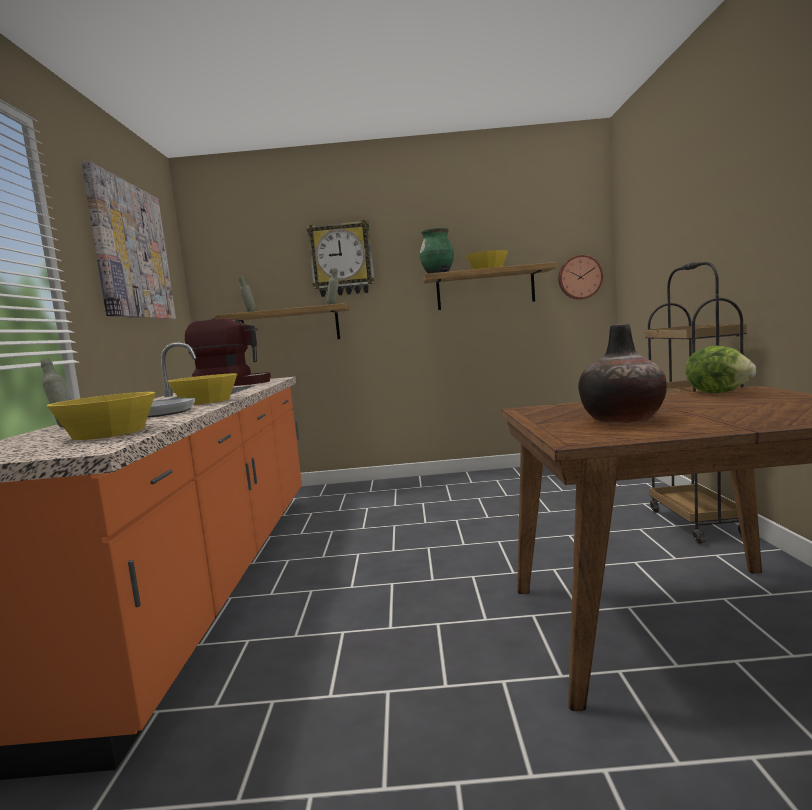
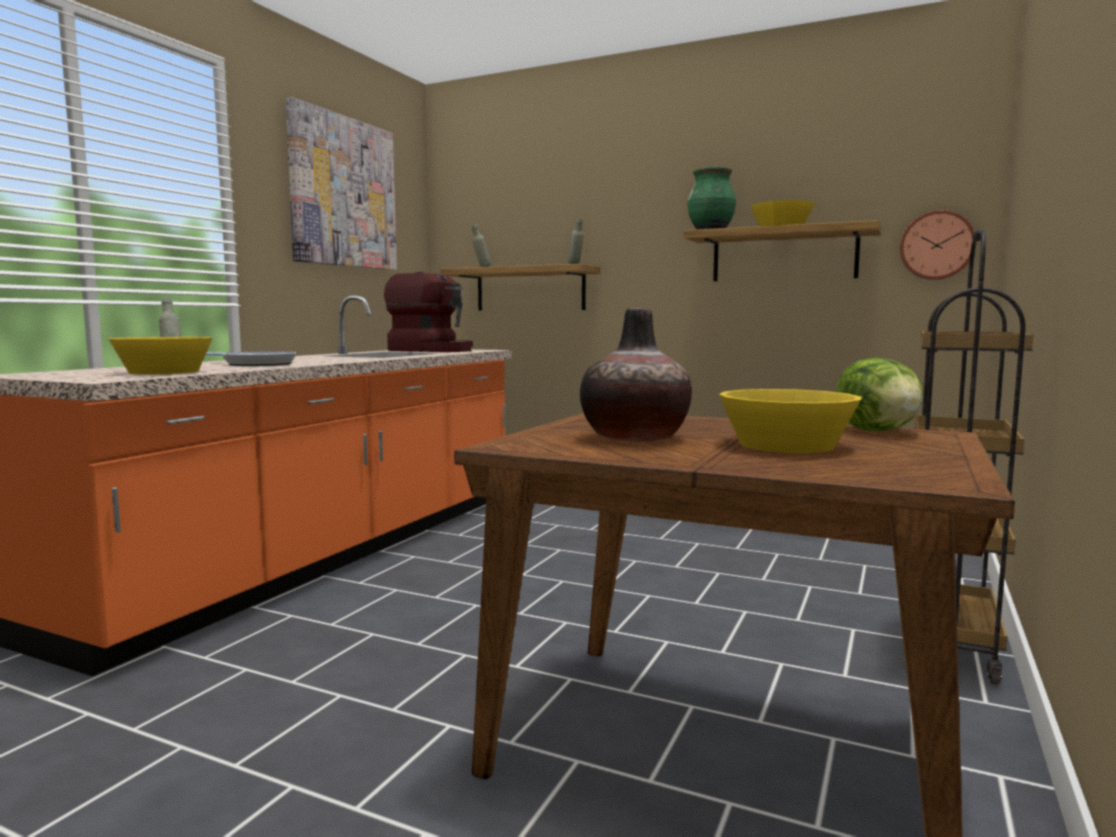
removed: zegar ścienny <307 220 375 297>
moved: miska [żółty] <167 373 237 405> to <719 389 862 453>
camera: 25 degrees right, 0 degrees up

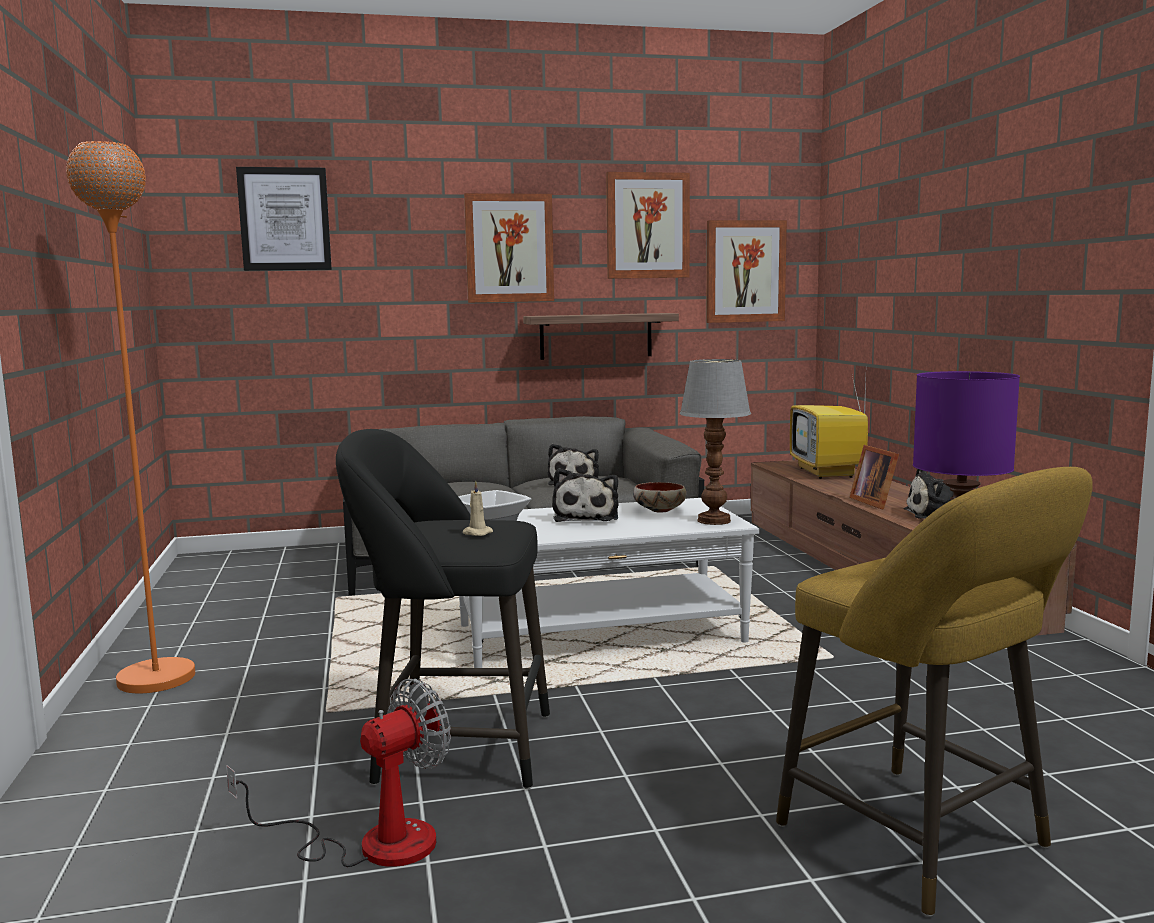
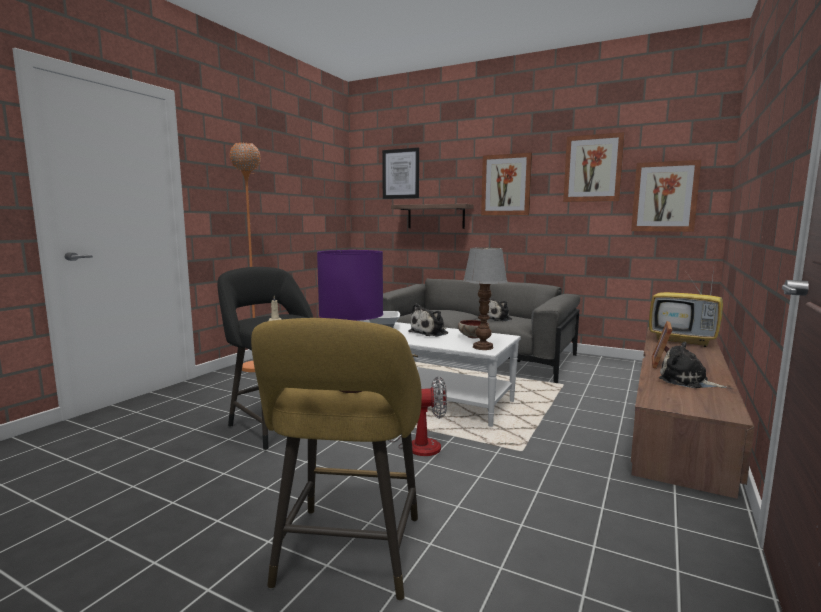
moved: wentylator <226 679 451 867> to <388 377 447 456>; półka <523 313 679 360> to <391 204 473 229>
turned: telewizor <790 376 868 479> = <649 266 723 347> 90 degrees counterclockwise
camera: 40 degrees right, 0 degrees up

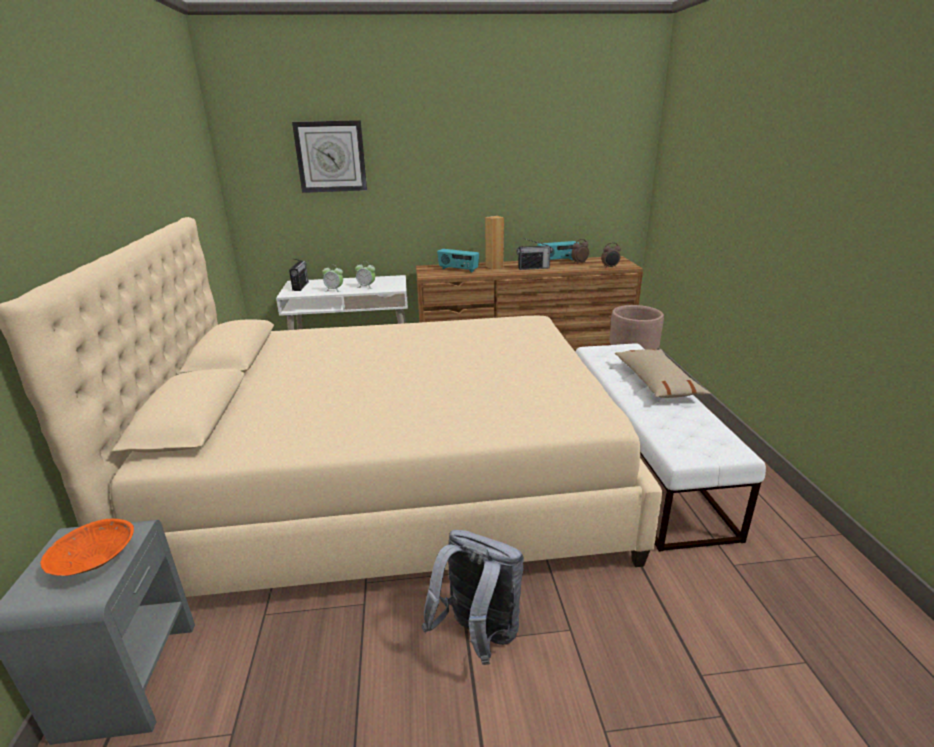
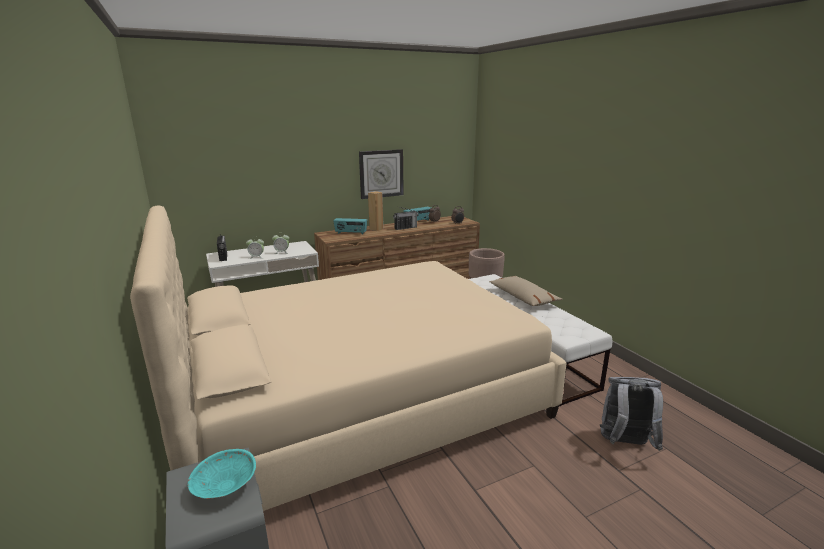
moved: zegar ścienny <292 120 367 193> to <359 149 404 199>; plecak [szary] <422 530 524 665> to <600 377 663 451>
recoloured: miska [pomarańczowy] <40 519 134 576> to miska [turkusowy] <188 449 256 499>
camera: 20 degrees left, 5 degrees down

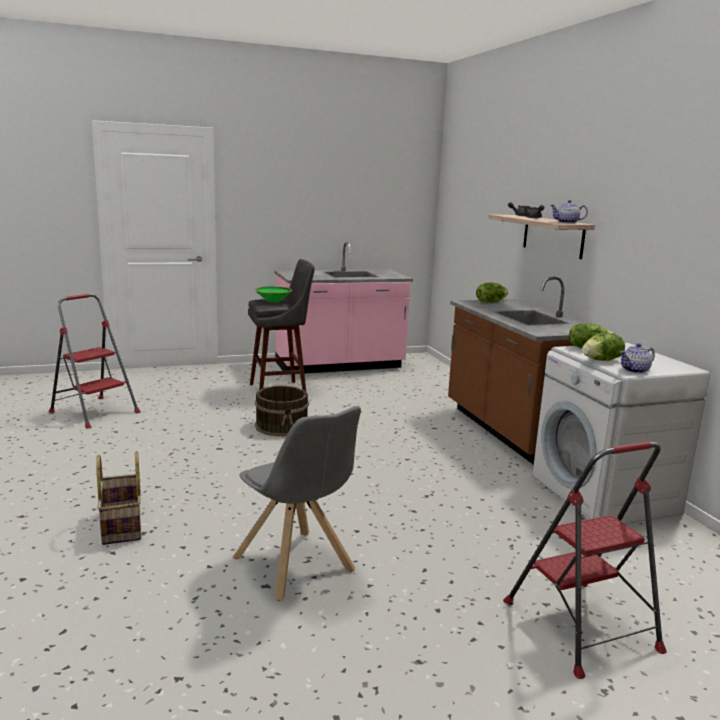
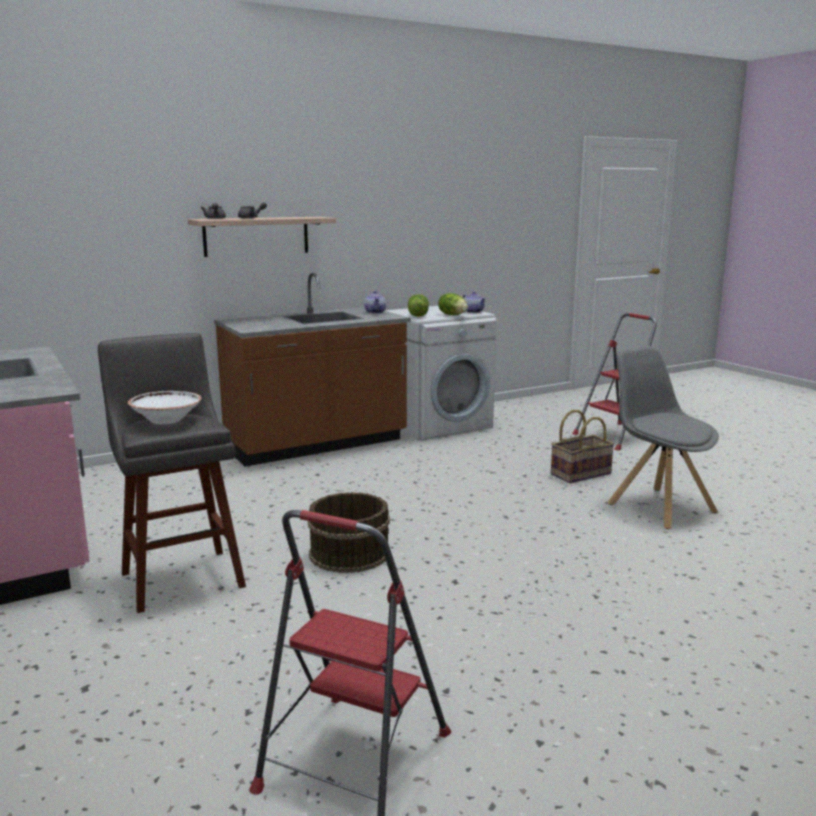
removed: sałata <476 282 508 303>
moved: koszyk <96 451 141 545> to <551 410 615 483>; imbryk <550 200 588 224> to <364 291 386 314>
recoloured: miska [zielony] <255 286 292 302> to miska [biały] <127 391 202 424>
turned: krzesło [szary] <233 406 361 601> = <608 346 719 529> 75 degrees counterclockwise
camera: 100 degrees left, 0 degrees up

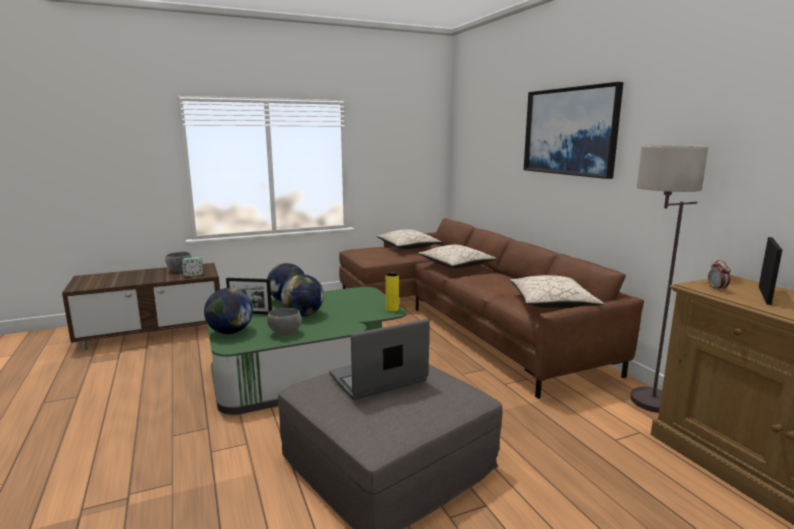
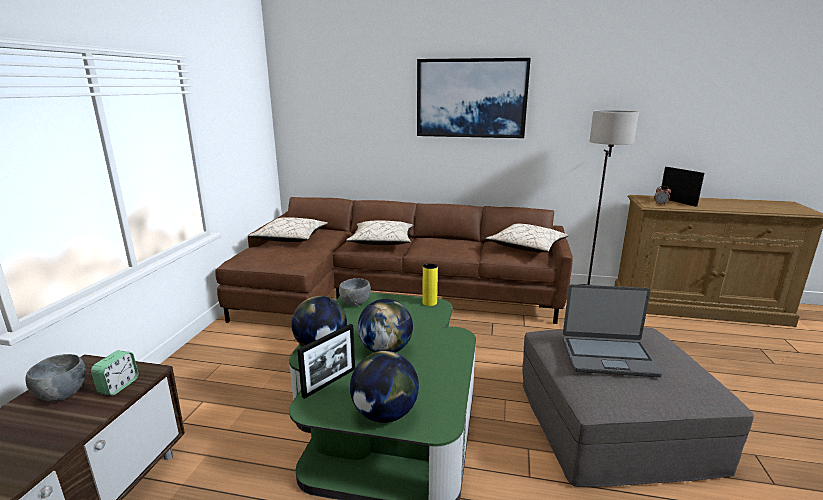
moved: miska [szary] <267 308 302 335> to <339 278 371 306>
turned: laptop <329 319 430 400> = <563 284 663 377> 90 degrees counterclockwise
camera: 55 degrees left, 5 degrees up

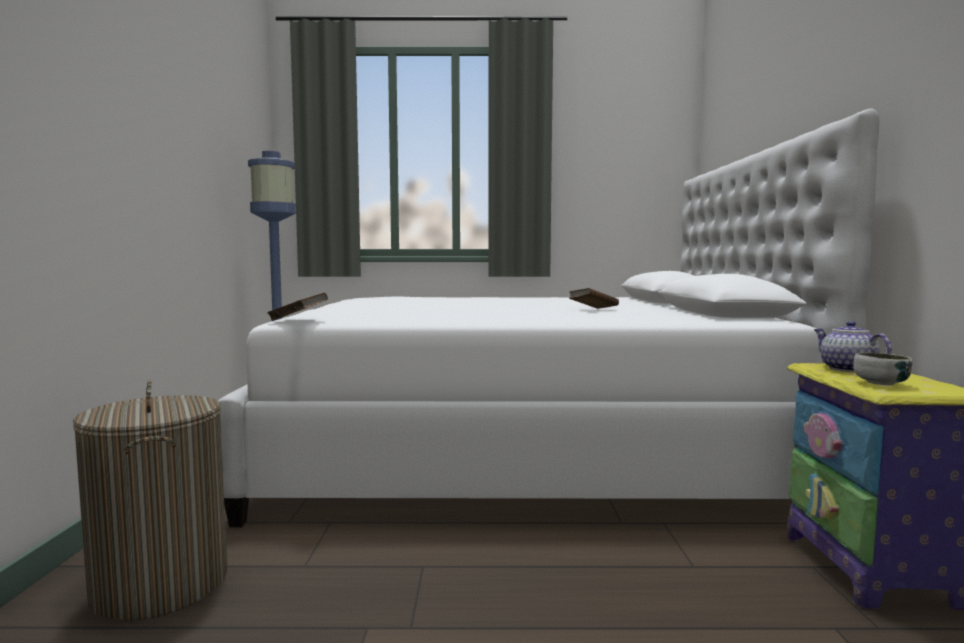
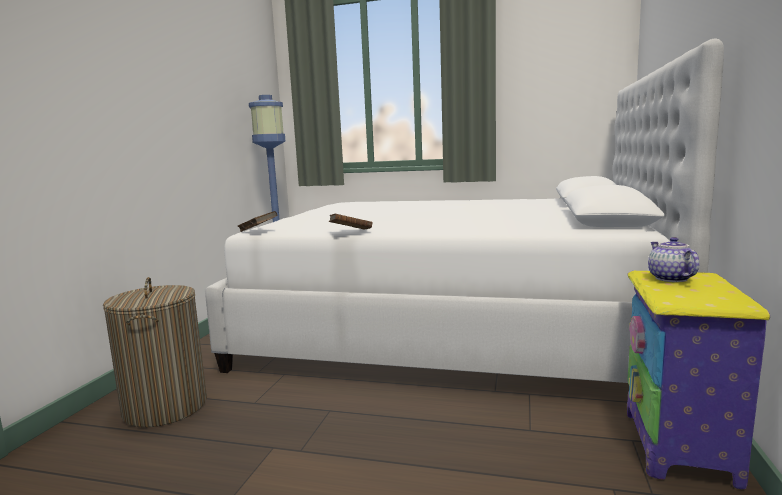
removed: miska <854 353 912 385>
moved: książka [brązowy] <569 288 619 309> to <329 214 373 230>
camera: 15 degrees right, 5 degrees up

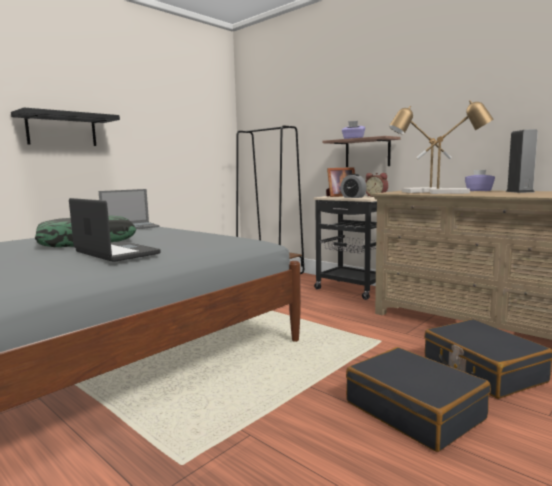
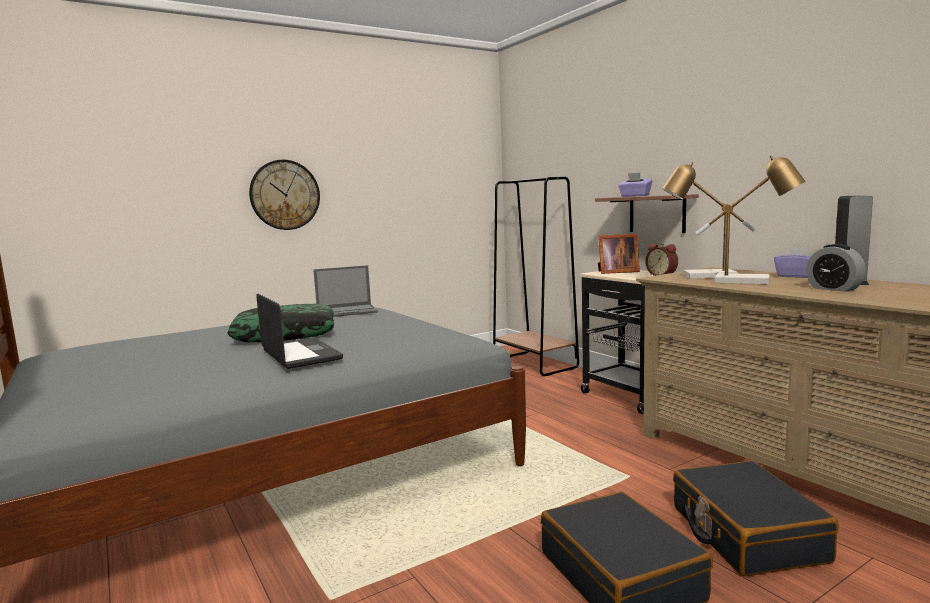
moved: budzik <340 174 367 198> to <806 244 866 292>
replaced: półka [czarny] <11 107 120 146> to zegar ścienny <249 160 320 230>
camera: 15 degrees right, 0 degrees up

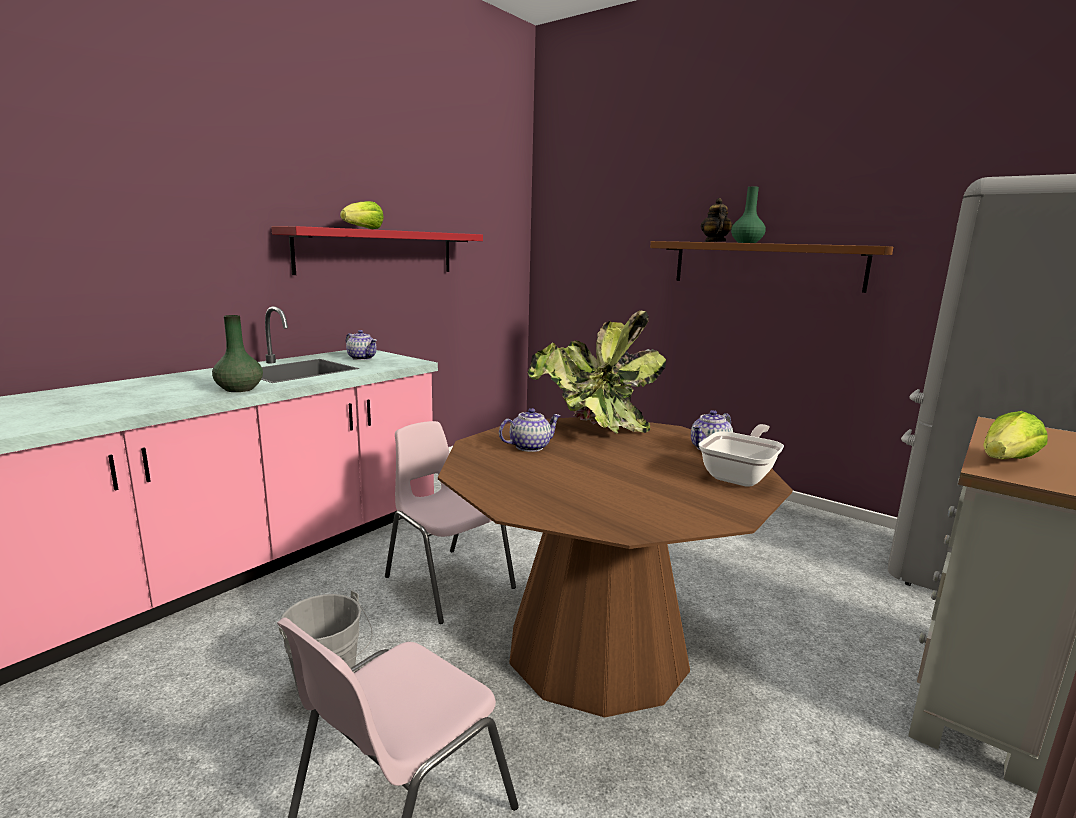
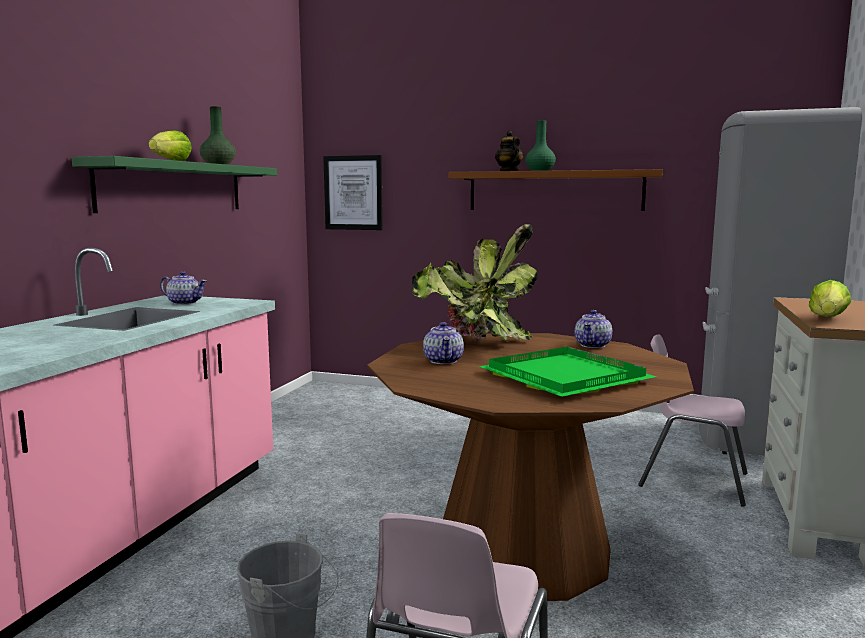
removed: patelnia <699 424 784 487>
added: obraz <323 155 383 230>; taca [zielony] <479 347 657 397>
moved: wazon [zielony] <212 315 263 392> to <200 106 236 165>; krzesło [różowy] <385 421 516 624> to <638 334 748 507>
recoloured: półka [czerwony] <271 226 483 275> to półka [zielony] <71 156 277 213>
turned: imbryk <499 408 561 452> = <423 322 464 364> 135 degrees clockwise
camera: 20 degrees left, 5 degrees down

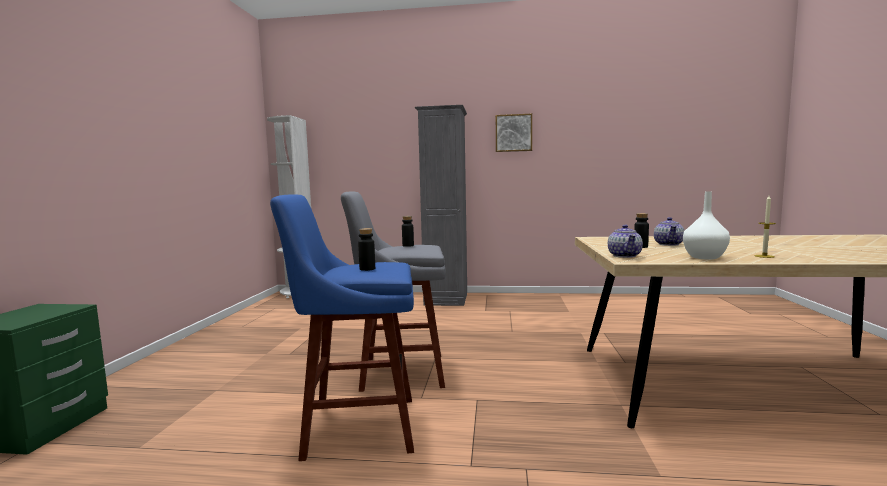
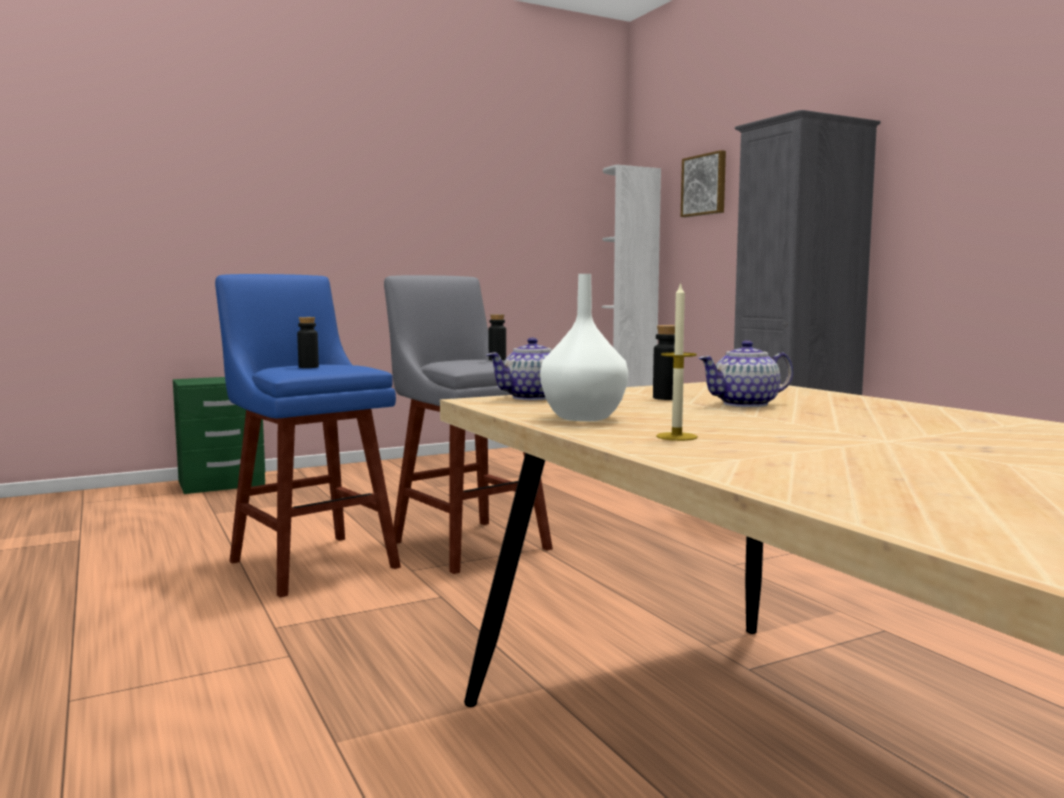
moved: obraz <496 114 532 152> to <681 150 726 217>
camera: 55 degrees right, 0 degrees up

